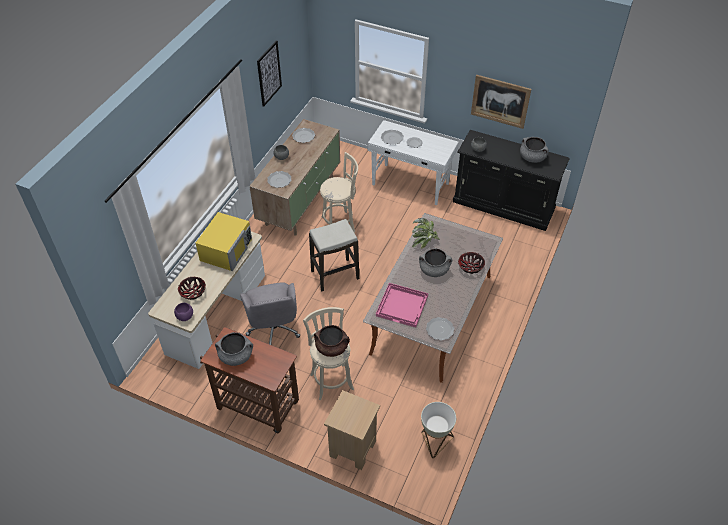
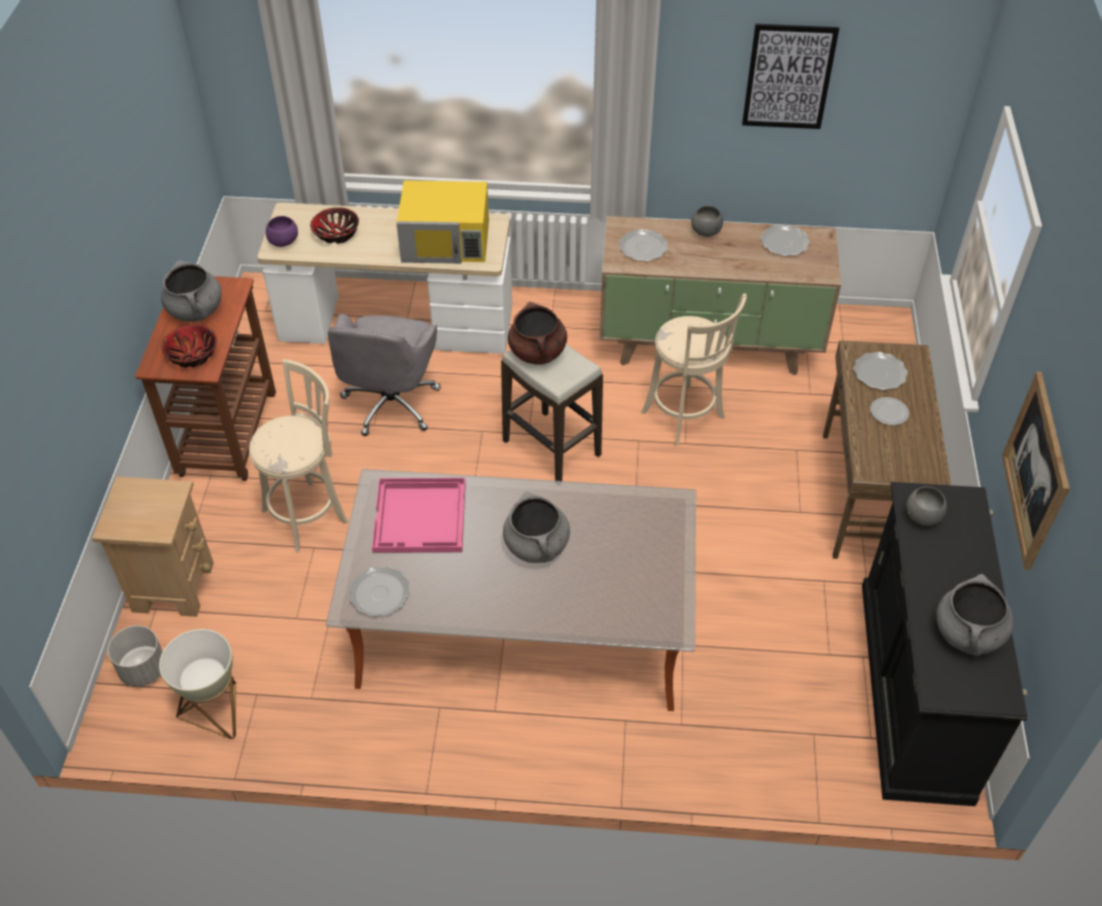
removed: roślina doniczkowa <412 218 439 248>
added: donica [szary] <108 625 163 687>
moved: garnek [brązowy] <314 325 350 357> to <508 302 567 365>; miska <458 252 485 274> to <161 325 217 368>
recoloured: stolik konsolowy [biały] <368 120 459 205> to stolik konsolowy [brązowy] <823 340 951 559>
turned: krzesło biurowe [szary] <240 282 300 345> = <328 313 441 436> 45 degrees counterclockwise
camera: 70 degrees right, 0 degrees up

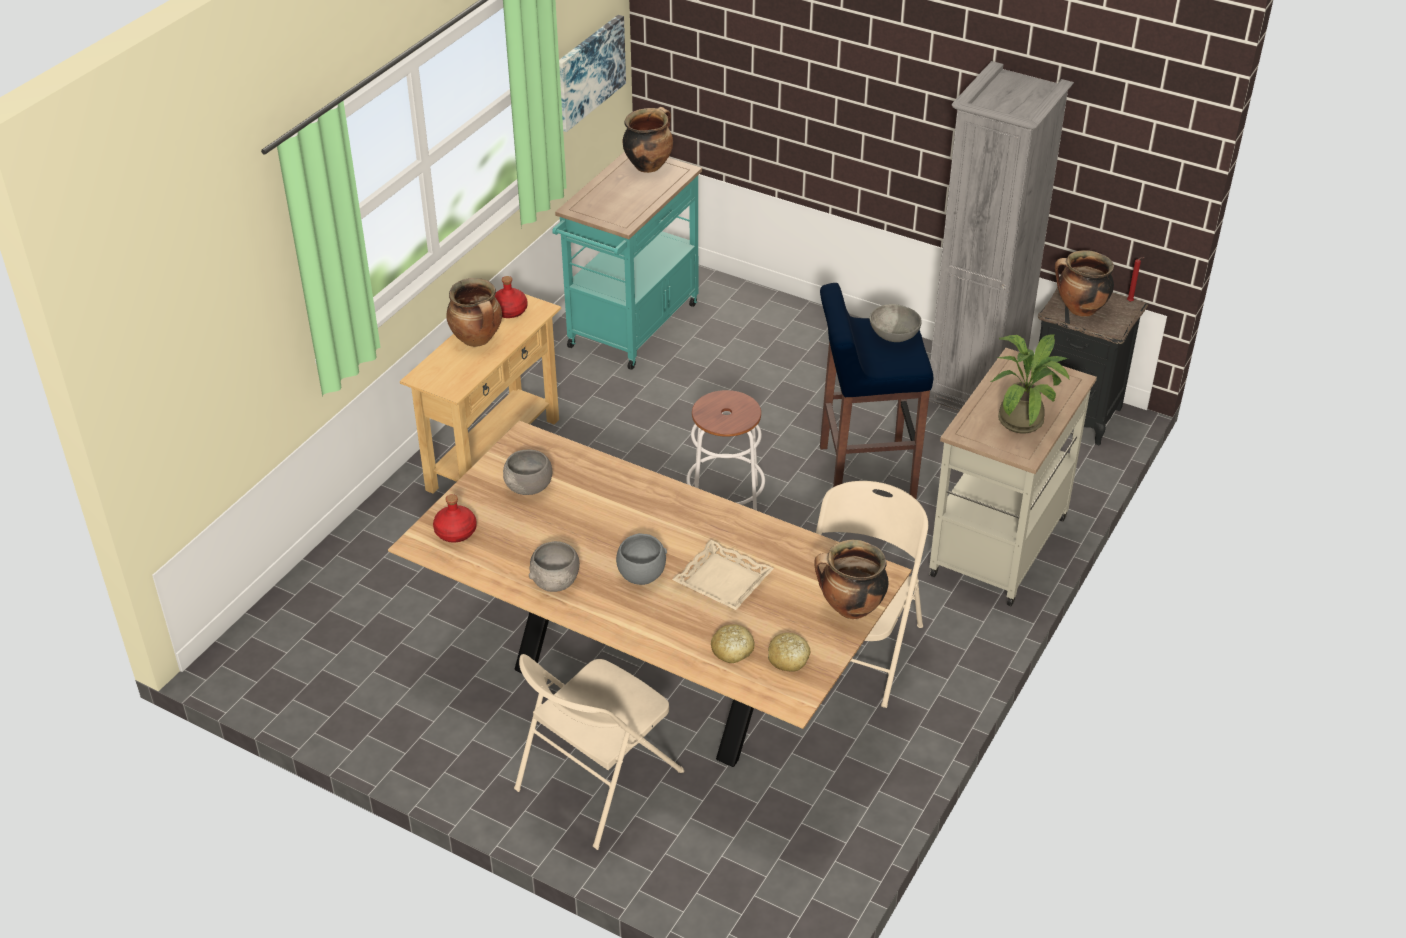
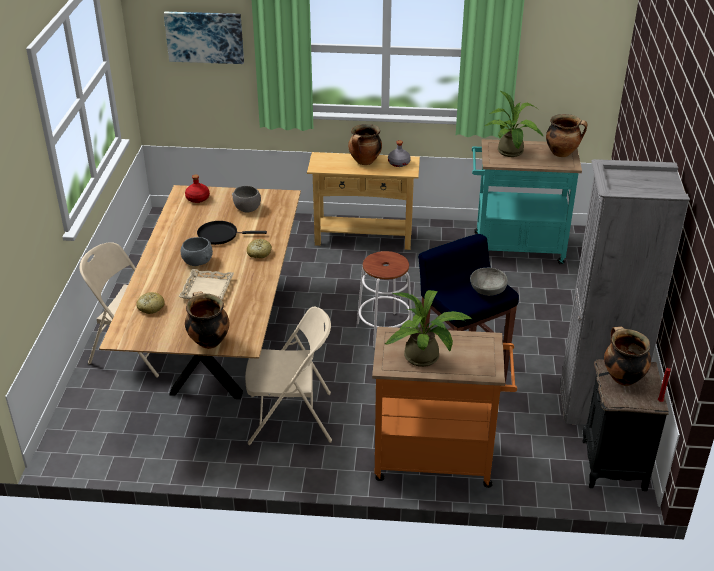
removed: miska [szary] <529 541 580 592>
added: patelnia [czarny] <197 221 267 245>; roślina doniczkowa <484 90 543 157>
moved: obraz <559 15 626 132> to <164 12 244 64>; chleb <768 633 811 672> to <247 239 272 258>
recoloured: butelka [czerwony] <495 276 527 318> to butelka [szary] <388 140 411 167>; wózek [beżowy] <929 348 1097 606> to wózek [pomarańczowy] <372 327 517 488>
camera: 65 degrees right, 5 degrees down

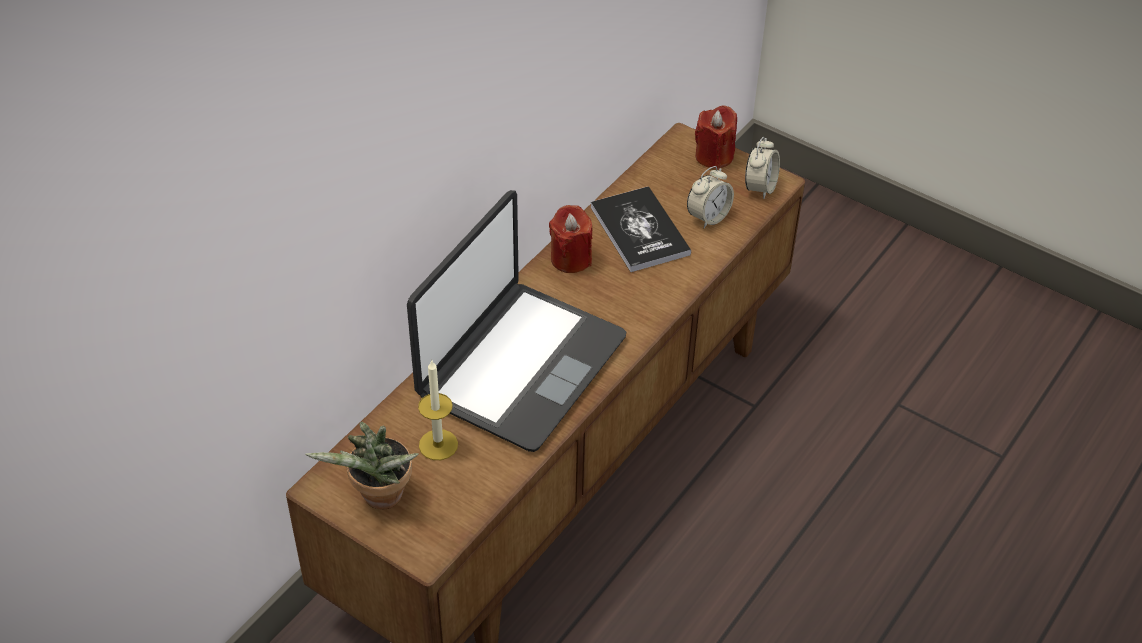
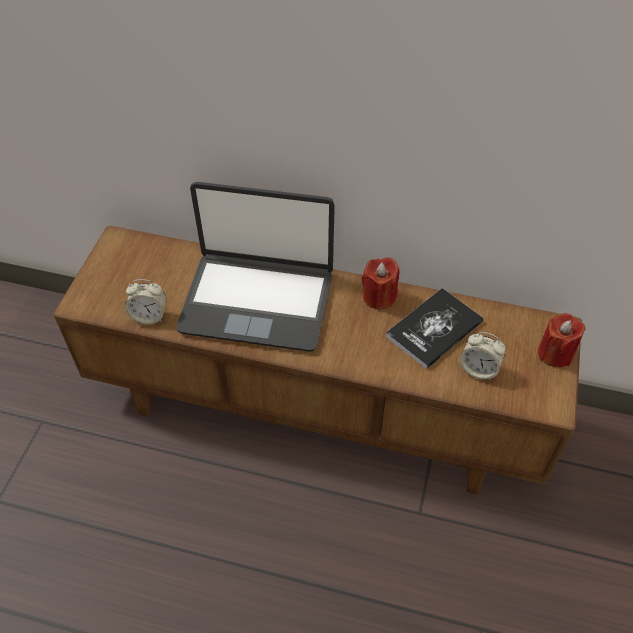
removed: roślina doniczkowa <305 422 419 510>; świeca <418 361 458 460>
moved: budzik <745 137 780 199> to <125 279 167 325>
camera: 70 degrees right, 5 degrees up

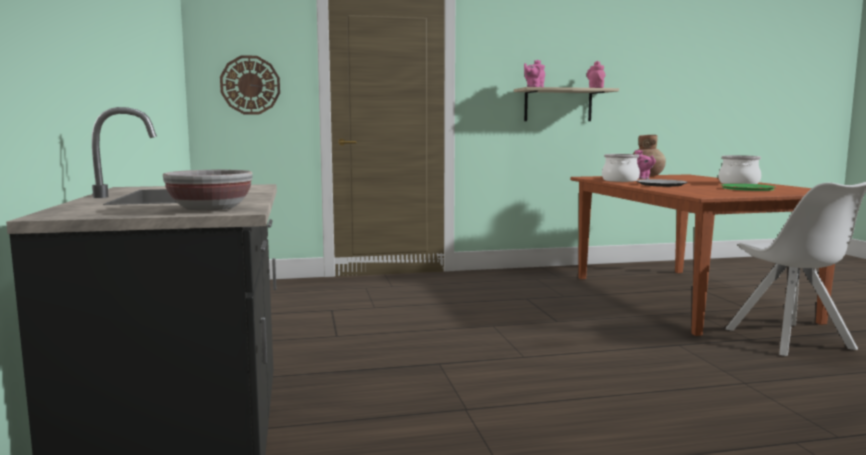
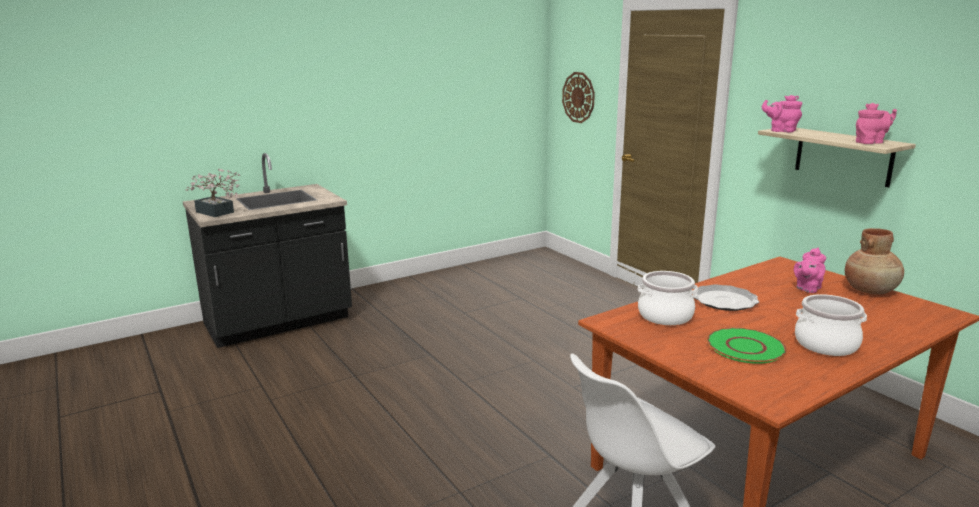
moved: garnek <602 154 640 182> to <637 271 698 325>
replaced: miska <163 170 253 211> to roślina doniczkowa <185 169 241 217>
camera: 70 degrees right, 10 degrees up

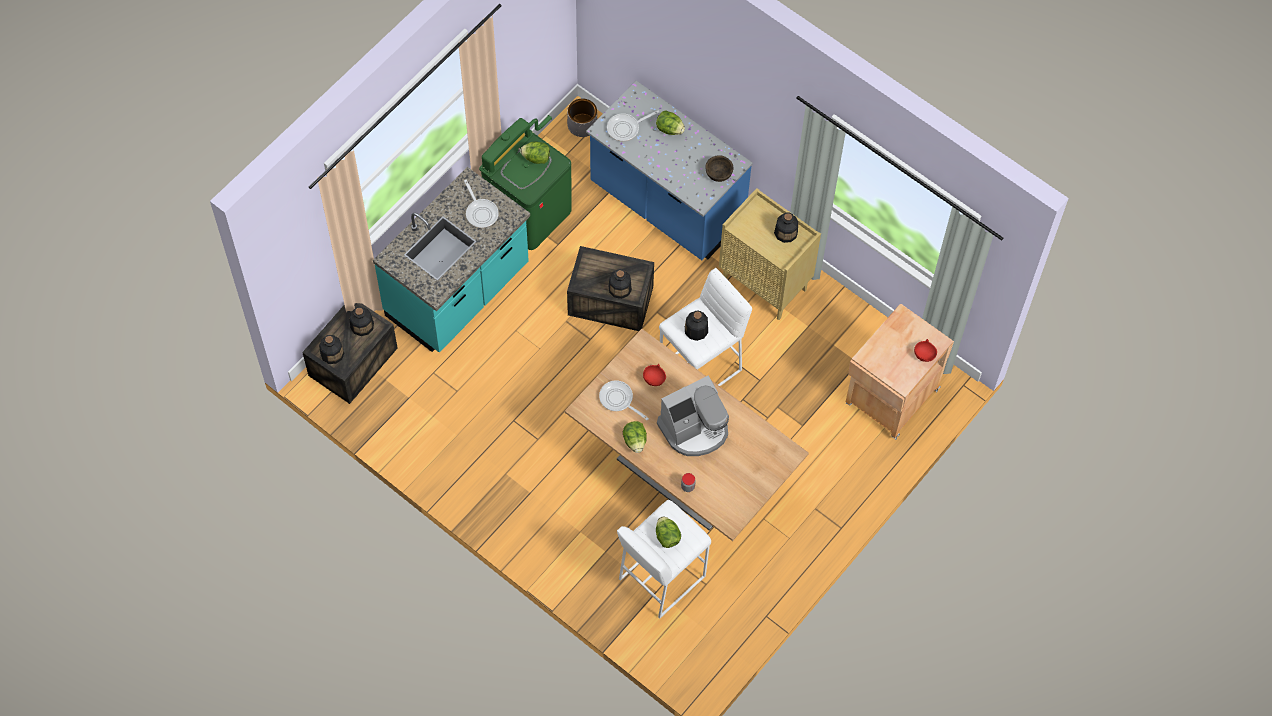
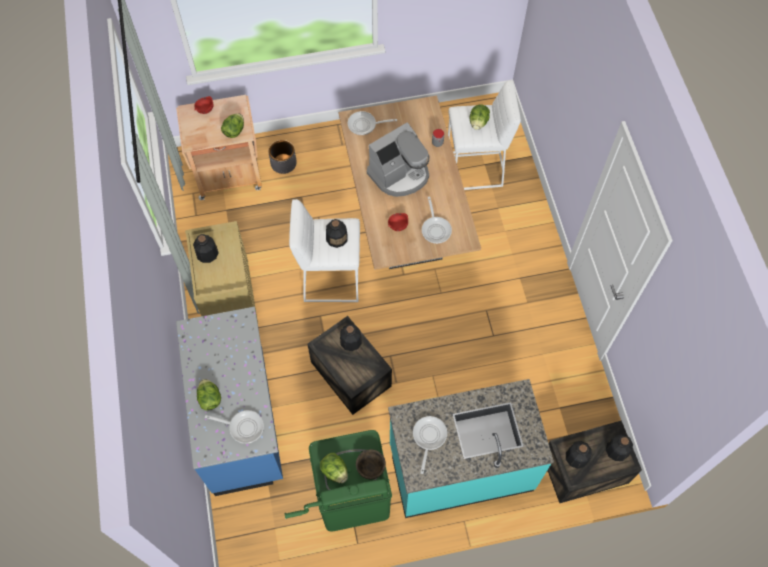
added: patelnia <348 111 397 135>
moved: donica [szary] <567 98 597 137> to <268 140 297 174>; sałata <623 421 647 453> to <221 113 244 138>; miska [brązowy] <705 155 733 182> to <356 449 386 479>
turned: ekspres do kawy <657 375 729 456> = <367 122 429 197> 135 degrees clockwise
camera: 140 degrees left, 0 degrees up

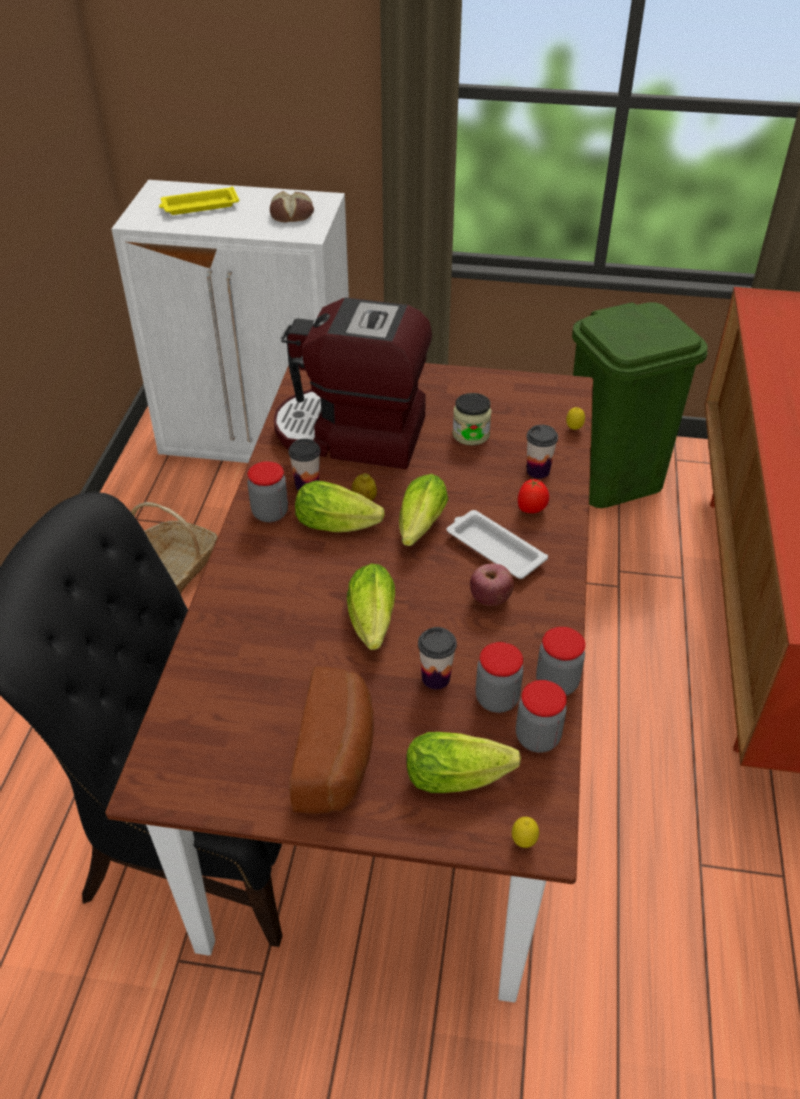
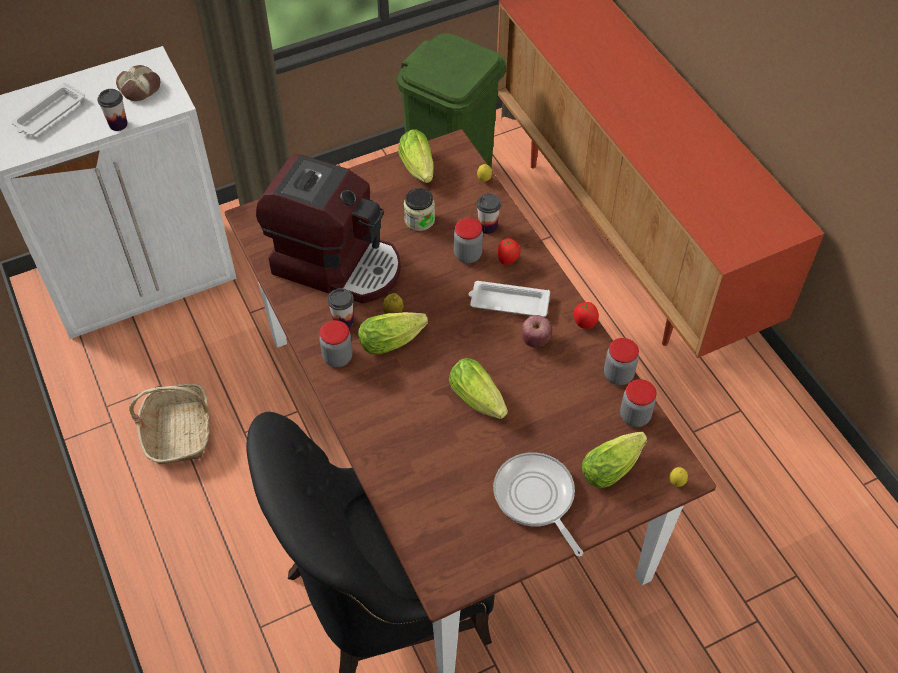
added: pomidor <574 302 599 329>
moved: sałata <399 474 448 546> to <398 129 434 183>; filiżanka <418 627 457 689> to <97 89 128 131>; słoik <476 642 524 713> to <454 218 483 263>
replaced: chleb <289 667 374 814> to patelnia <493 452 583 557>
recoloured: taca [żółty] <159 186 239 215> to taca [biały] <11 82 85 135>
turned: ekspres do kawy <274 297 432 469> = <256 154 401 303> 135 degrees counterclockwise
camera: 35 degrees left, 10 degrees up

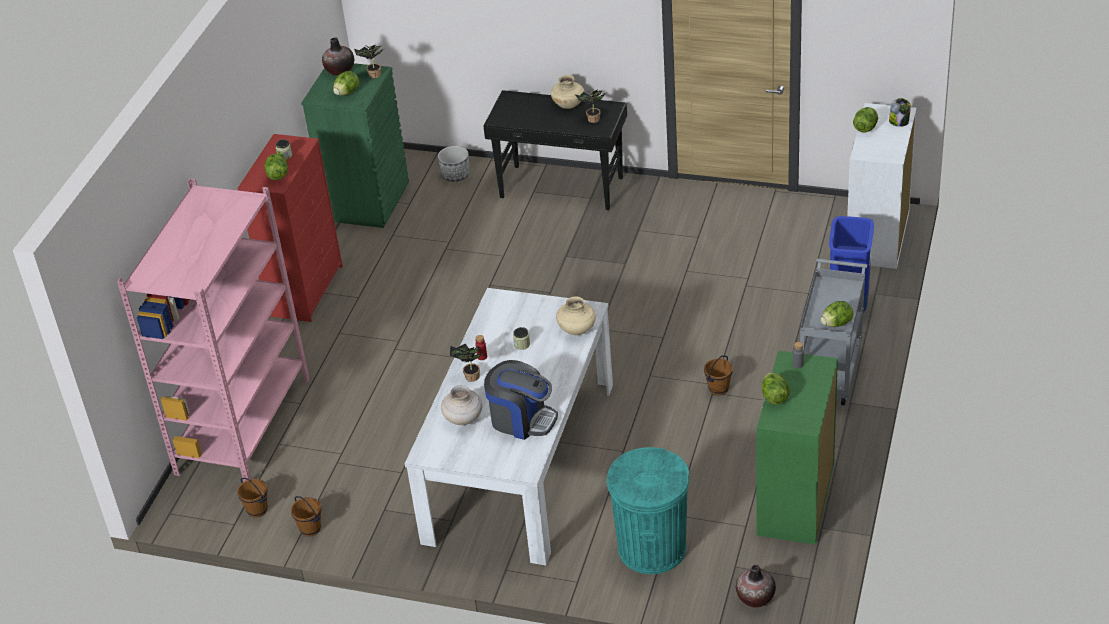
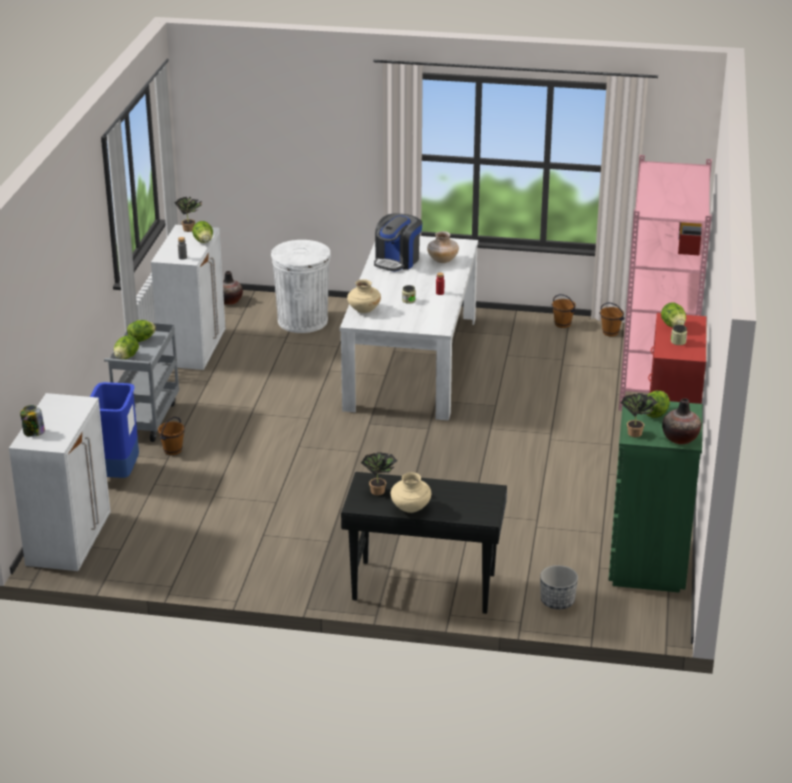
moved: roślina doniczkowa <450 344 483 382> to <174 197 202 232>; wiadro [brązowy] <704 355 733 396> to <158 417 185 455>; sałata <853 107 878 133> to <114 335 139 359>
recoloured: kosz na śmieci [turkusowy] <607 447 689 574> to kosz na śmieci [biały] <271 240 331 333>; szafka [zielony] <757 350 838 545> to szafka [biały] <151 225 225 370>
turned: ekspres do kawy <484 360 558 440> = <374 214 422 272> 75 degrees counterclockwise
camera: 170 degrees right, 10 degrees down

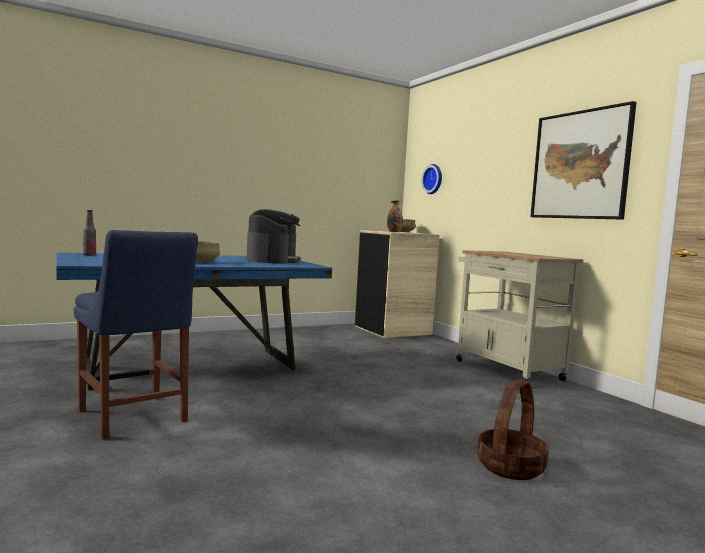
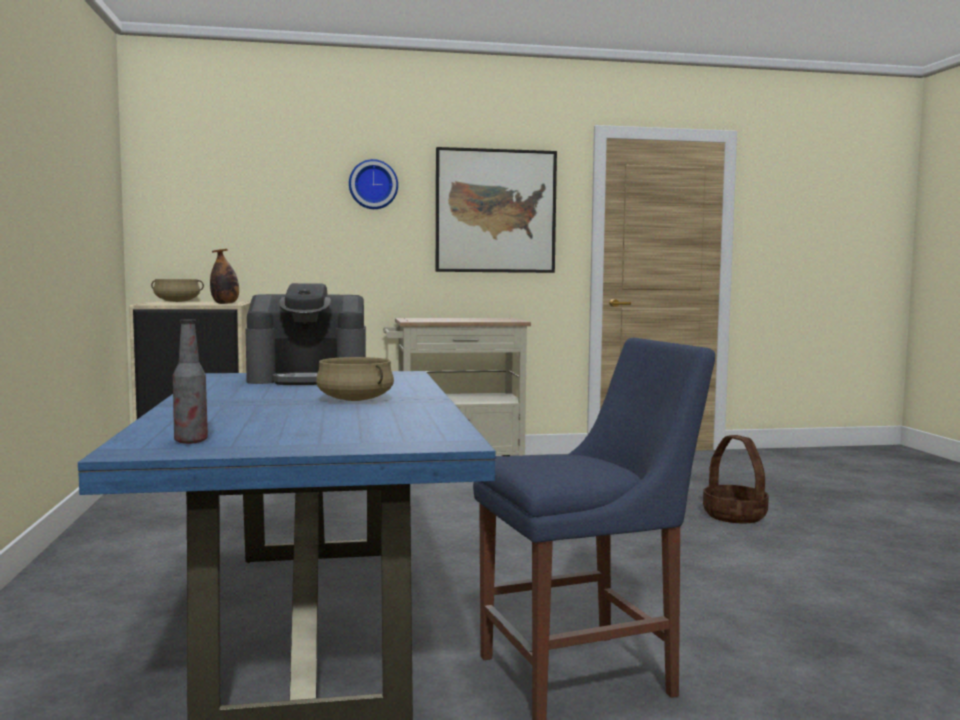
moved: zegar ścienny <421 164 442 194> to <349 159 398 209>
turned: ekspres do kawy <247 209 301 264> = <246 283 366 385> 150 degrees clockwise
camera: 70 degrees left, 0 degrees up

